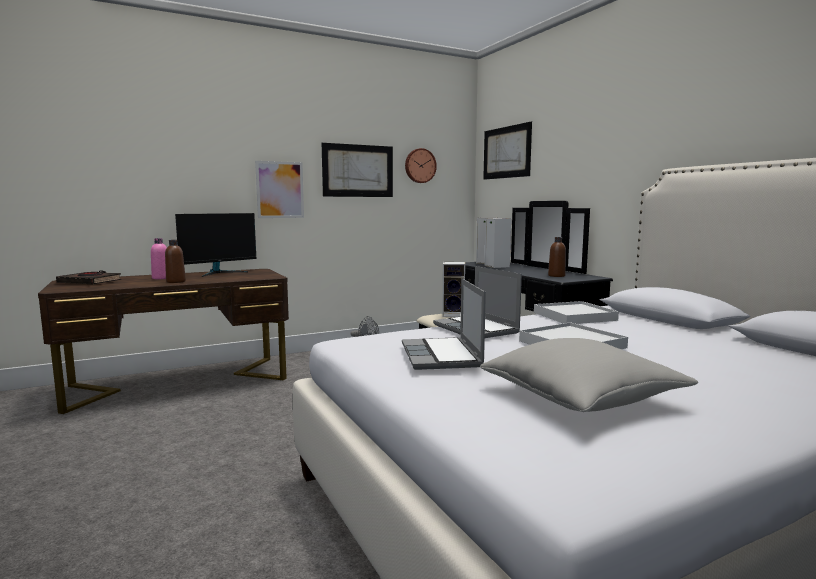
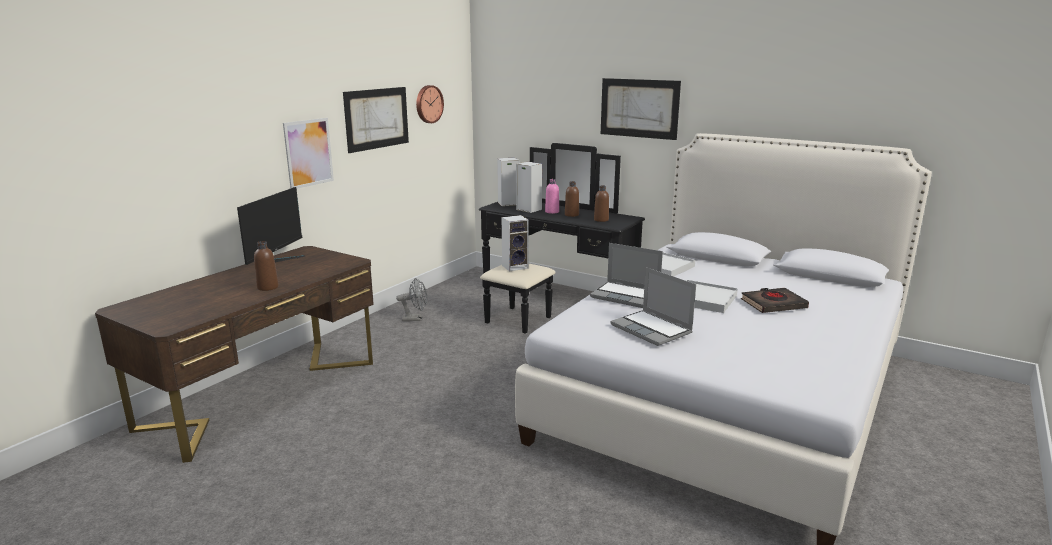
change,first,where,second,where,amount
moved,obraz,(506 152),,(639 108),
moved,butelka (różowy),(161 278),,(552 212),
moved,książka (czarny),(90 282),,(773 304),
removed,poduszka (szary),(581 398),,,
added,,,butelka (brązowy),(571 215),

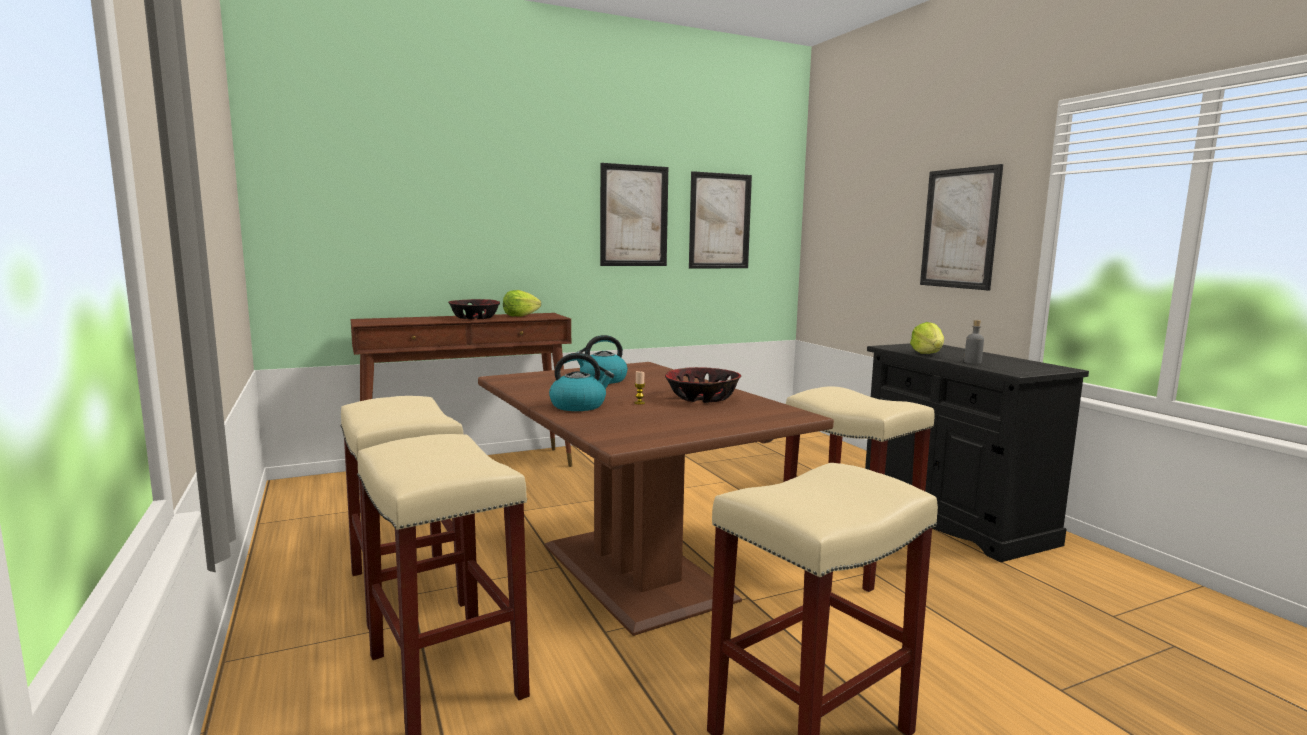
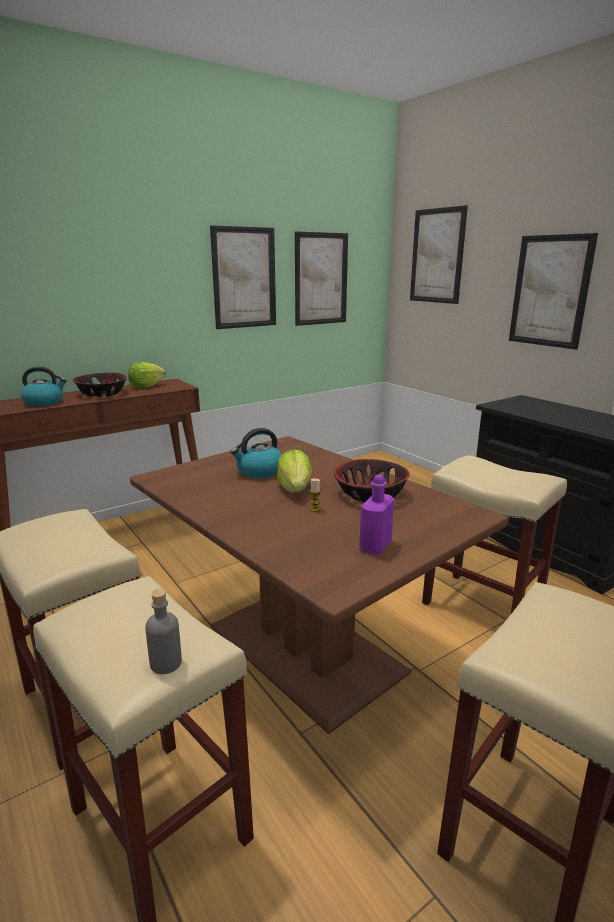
change,first,where,second,where,amount
moved,butelka (szary),(972 362),,(166 663),
moved,sałata,(928 354),,(295 489),
moved,czajnik,(579 406),,(44 402),
added,,,obraz,(437 256),
added,,,butelka (fioletowy),(375 546),

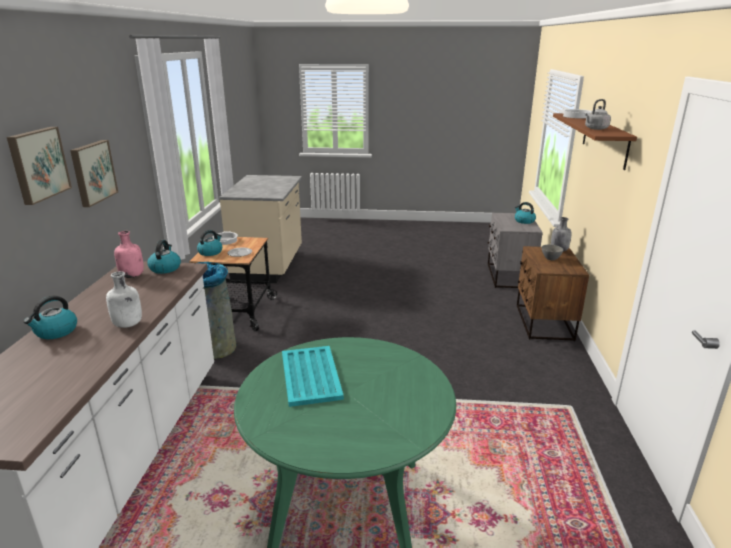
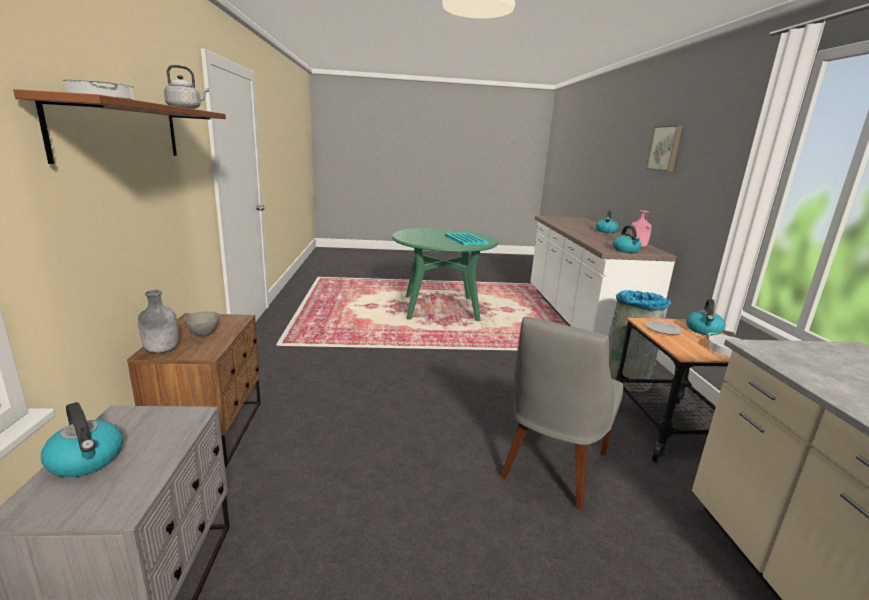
change,first,where,second,where,amount
removed,obraz,(92 172),,,
removed,butelka (biały),(128 325),,,
added,,,krzesło (szary),(552 467),

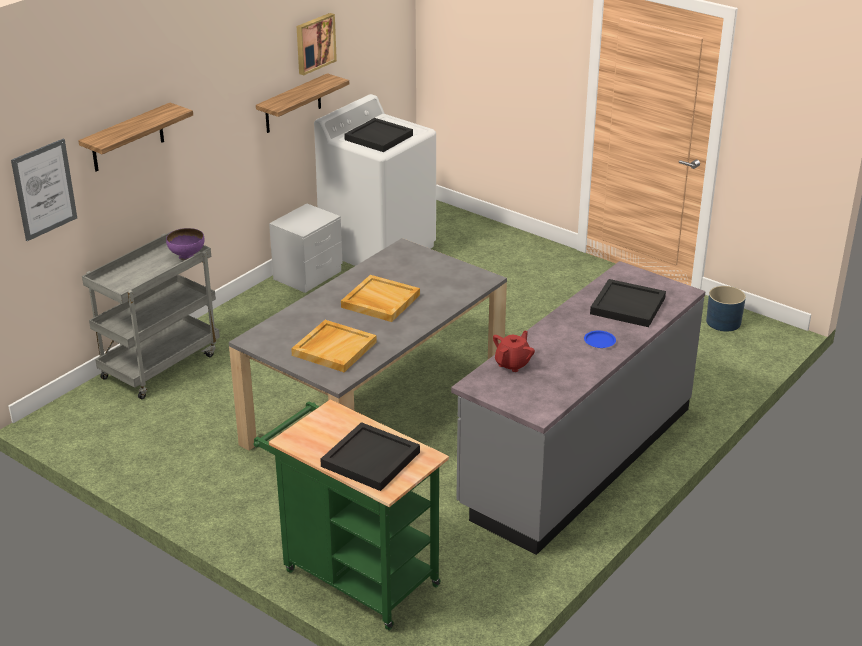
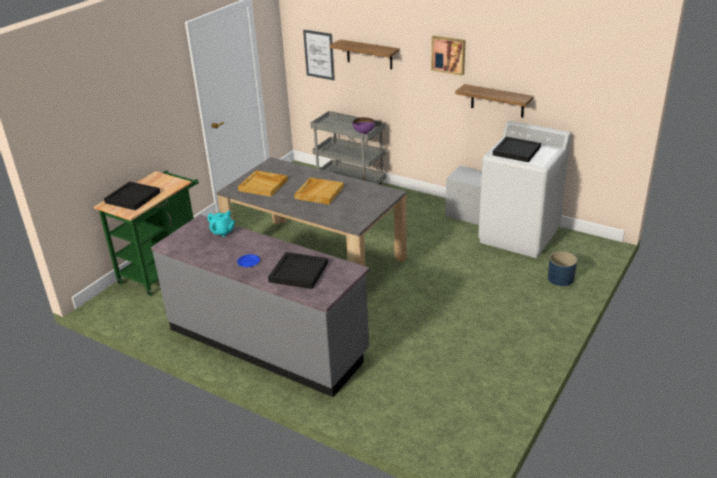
change,first,where,second,where,amount
moved,obraz,(314 43),,(448 54),
moved,donica (niebieski),(723 322),,(560 279),
recoloured,imbryk (czerwony),(513 364),imbryk (turkusowy),(222 232),

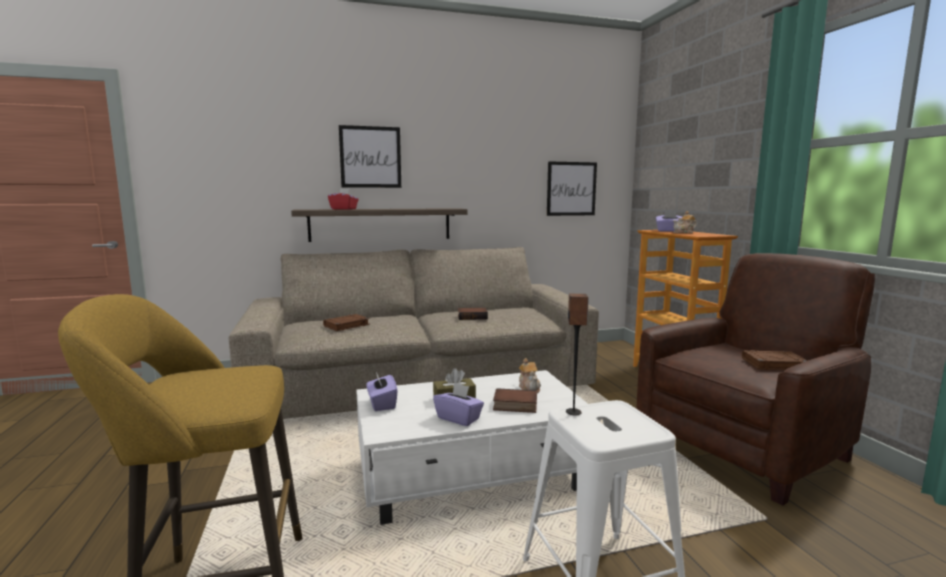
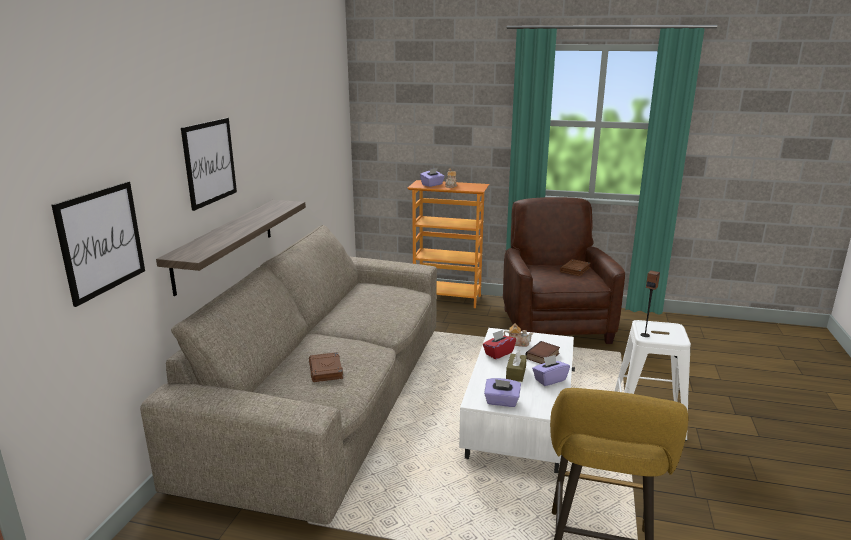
change,first,where,second,where,amount
moved,obraz,(571 189),,(101 241),
moved,pudełko chusteczek (czerwony),(344 209),,(498 353),
removed,książka,(472 317),,,

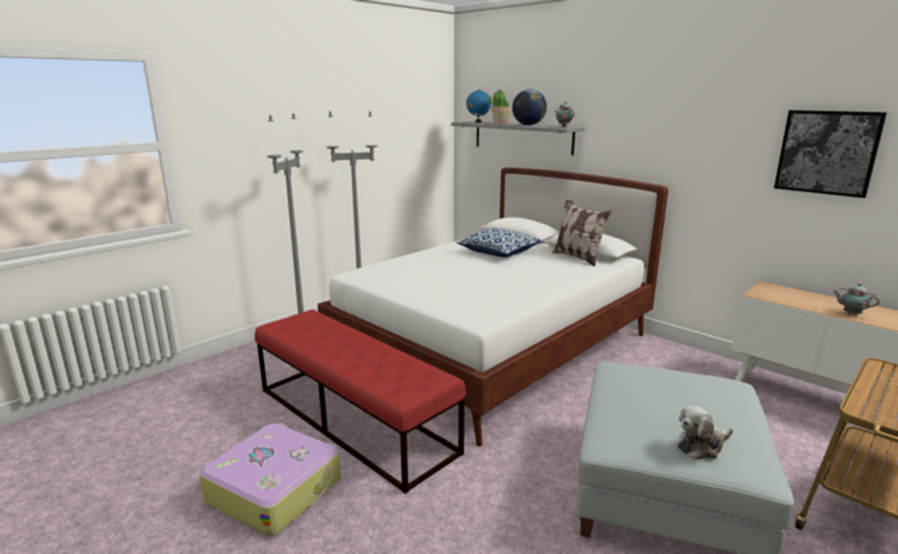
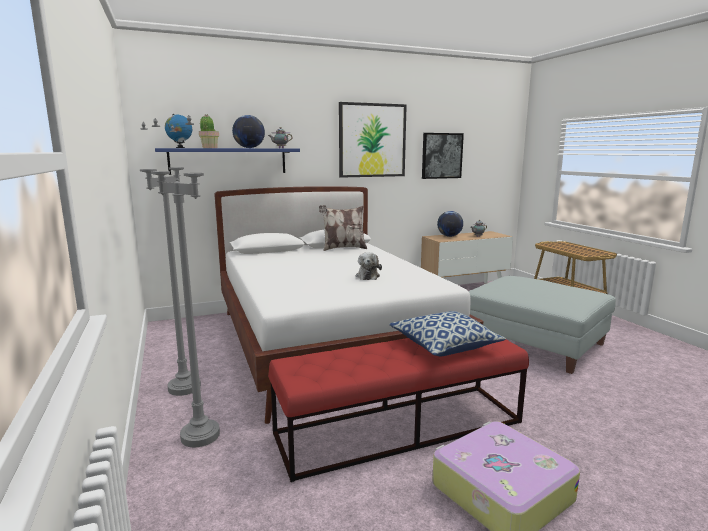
change,first,where,second,where,amount
recoloured,półka (szary),(522 137),półka (niebieski),(228 161),
moved,poduszka,(499 253),,(444 345),
moved,pluszak,(701 446),,(368 276),
added,,,obraz,(372 140),
added,,,globus,(449 236),

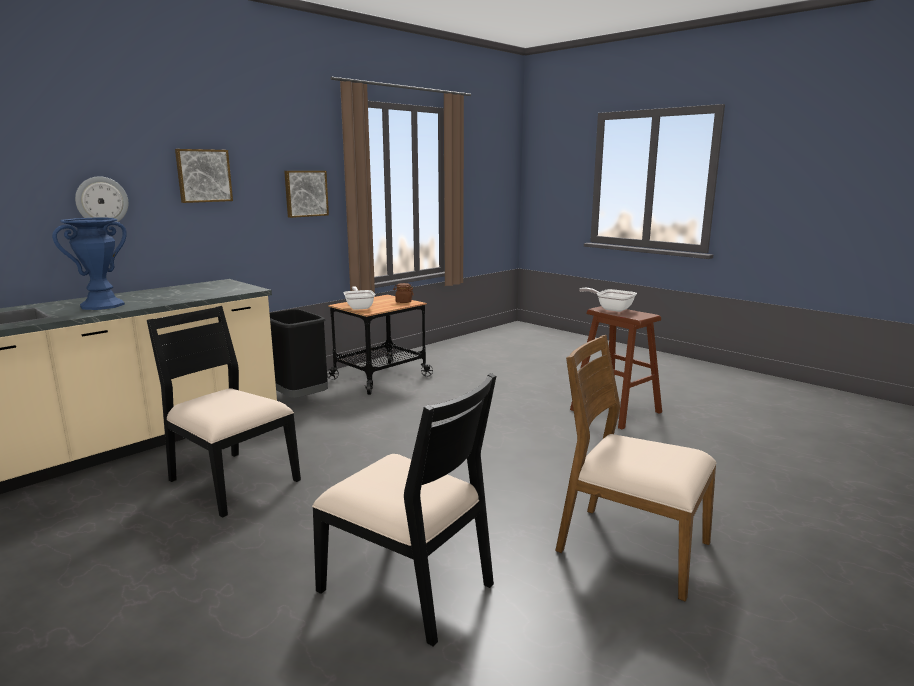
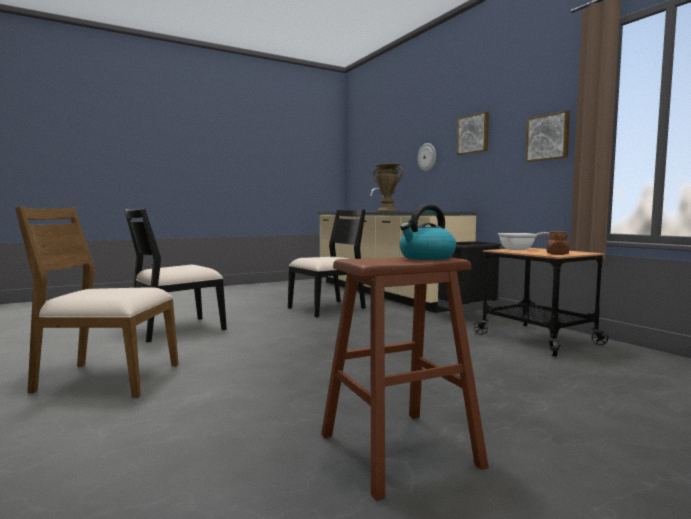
change,first,where,second,where,amount
recoloured,wazon (niebieski),(102 305),wazon (brązowy),(387 211),
replaced,patelnia,(611 309),czajnik,(426 258),
turned,krzesło (brązowy),(631 547),,(106 378),135 degrees counterclockwise

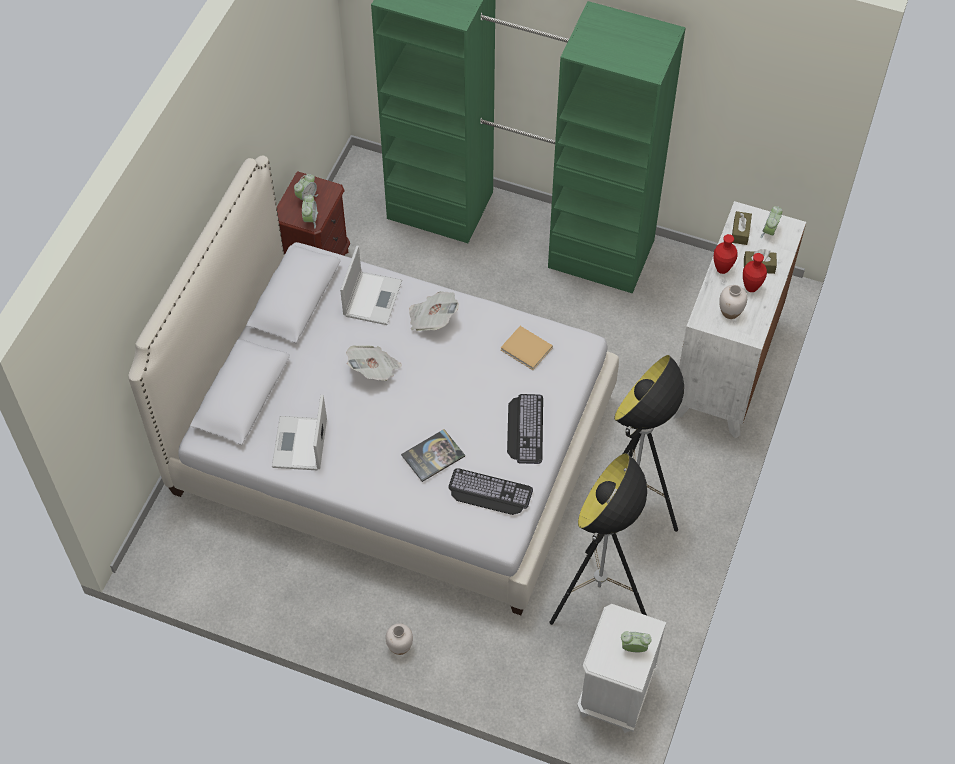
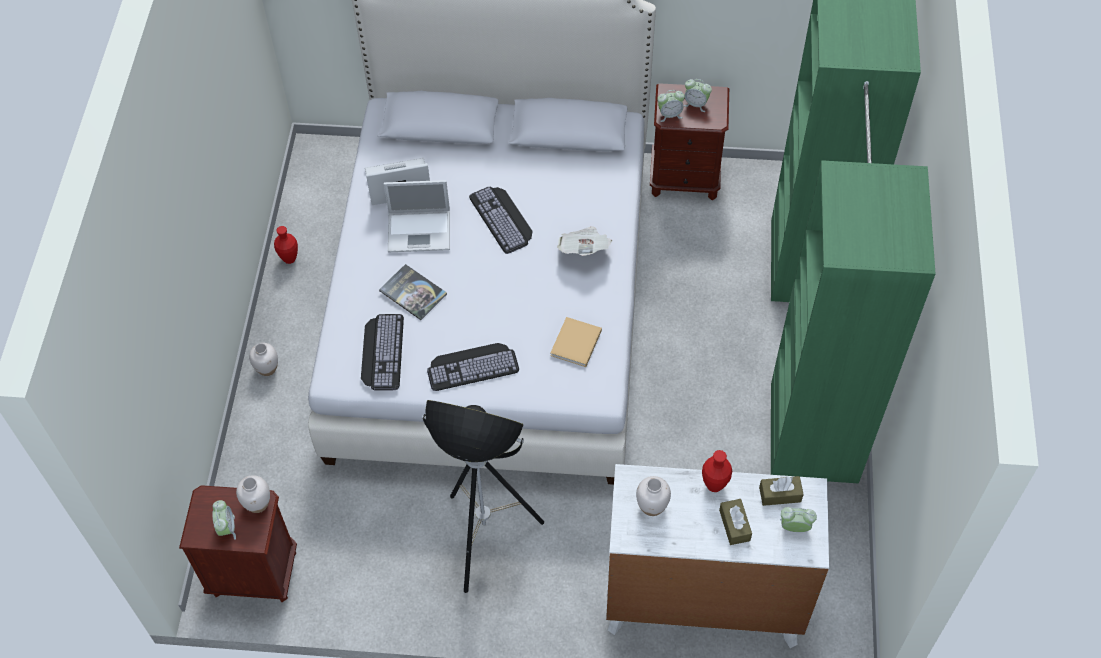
change,first,where,second,where,amount
moved,laptop,(372 297),,(420 231),
moved,wazon (czerwony),(751 287),,(289 259),
replaced,gazeta,(374 370),klawiatura,(503 218),
removed,lampa stojąca,(597 600),,,
recoloured,szafka nocna (biały),(615 694),szafka nocna (brązowy),(254 573),
added,,,wazon (biały),(258 504),

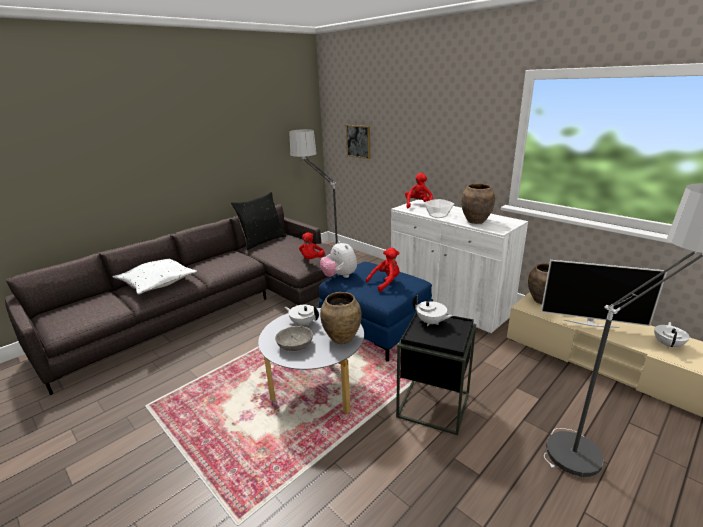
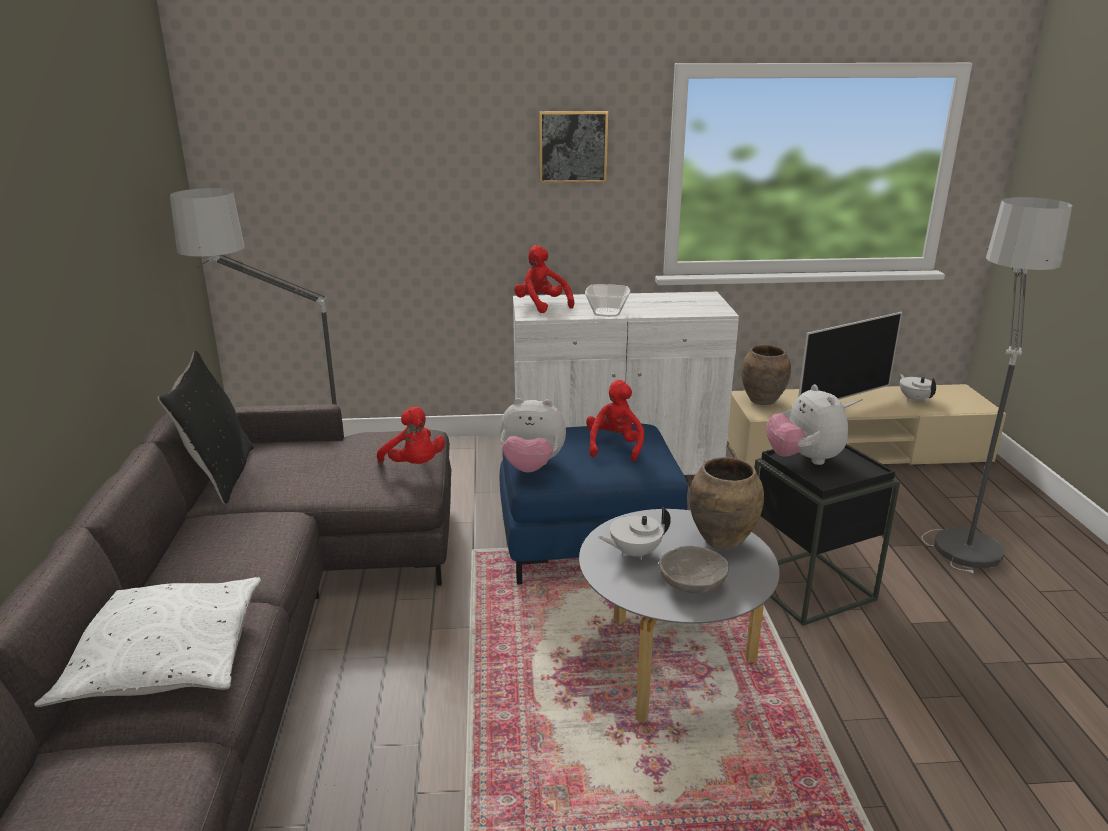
change,first,where,second,where,amount
moved,obraz,(358 141),,(573 147),
removed,wazon (brązowy),(476 221),,,
replaced,imbryk (biały),(431 322),pluszak,(803 459),

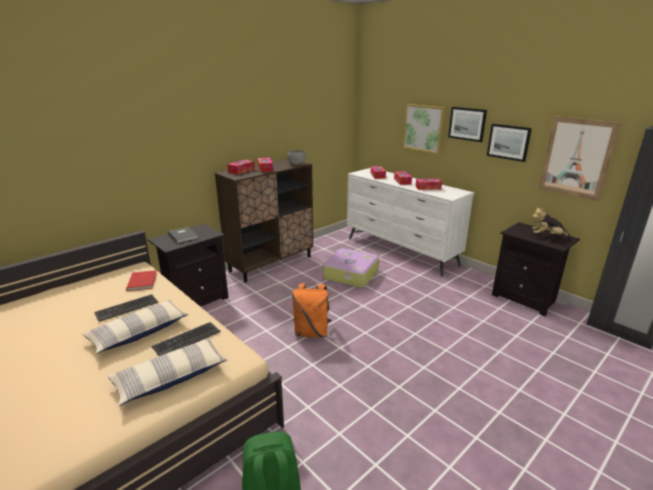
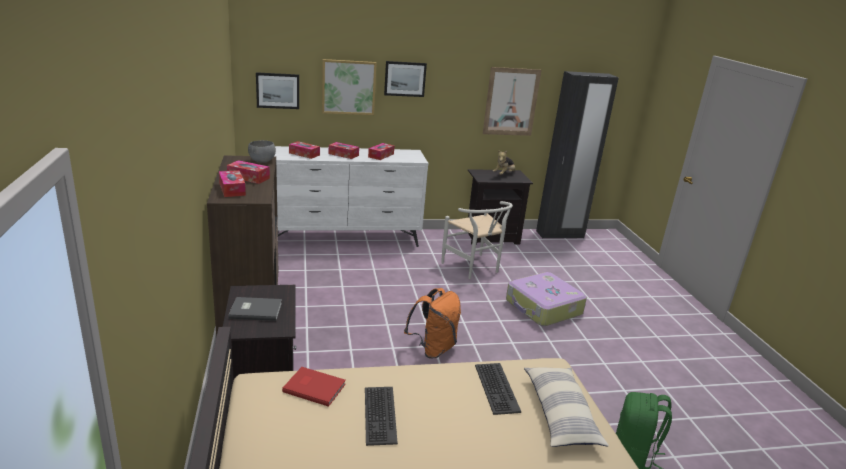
change,first,where,second,where,amount
moved,obraz,(508 142),,(278 90),
moved,walizka,(350 274),,(543 308),
removed,poduszka,(138 332),,,
added,,,krzesło (biały),(474 268),

